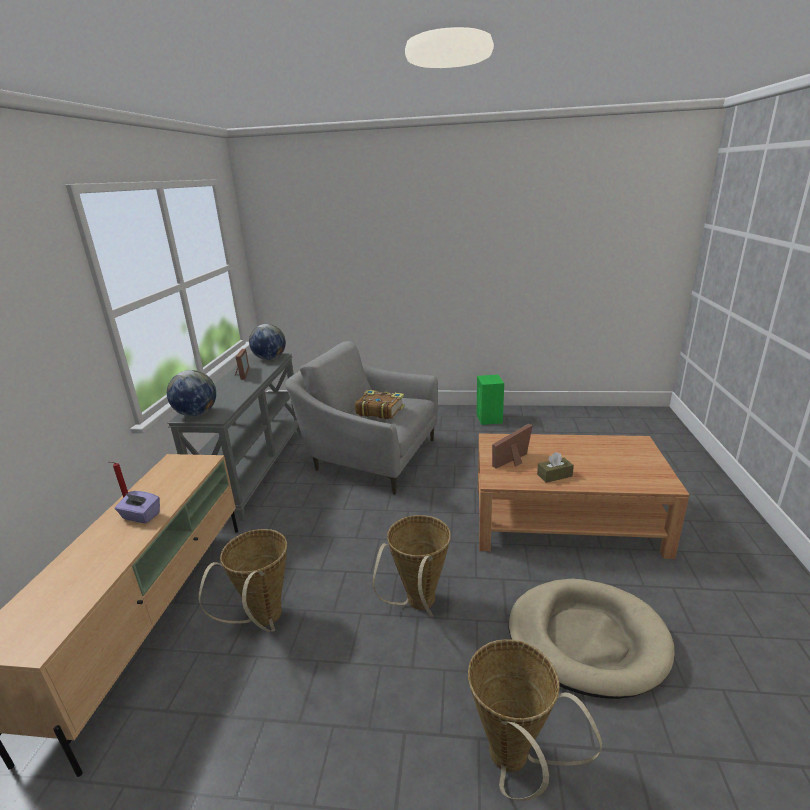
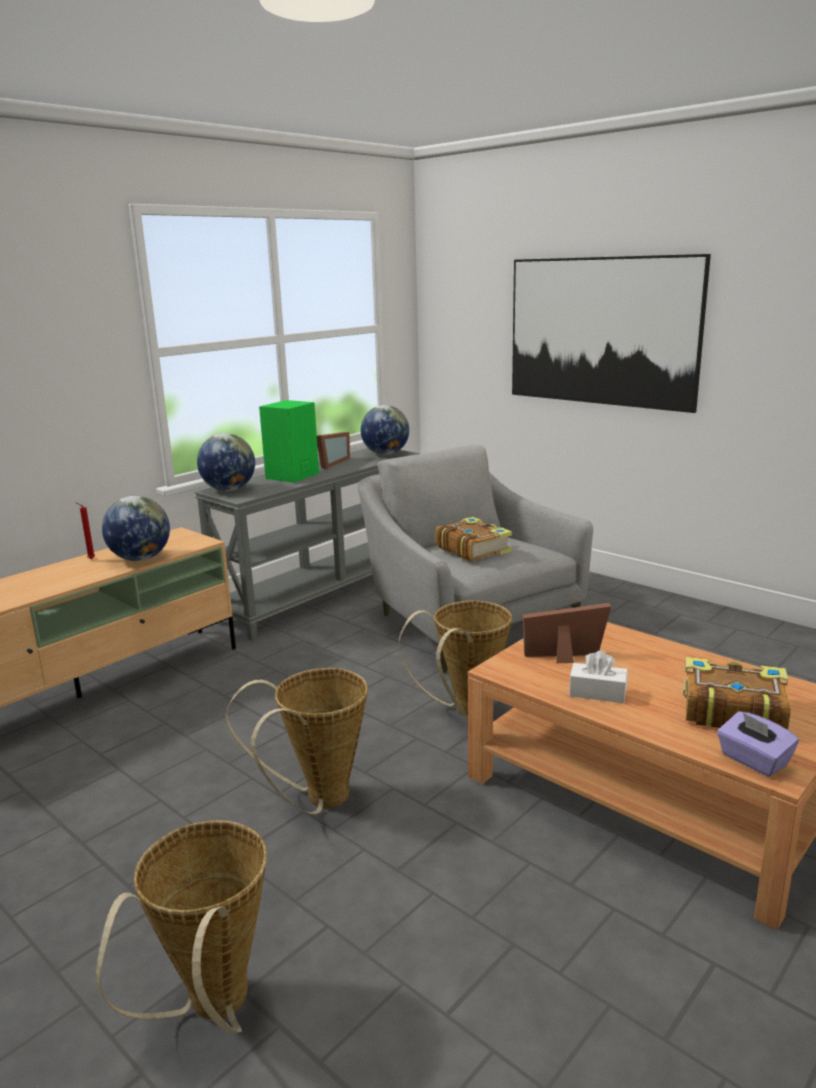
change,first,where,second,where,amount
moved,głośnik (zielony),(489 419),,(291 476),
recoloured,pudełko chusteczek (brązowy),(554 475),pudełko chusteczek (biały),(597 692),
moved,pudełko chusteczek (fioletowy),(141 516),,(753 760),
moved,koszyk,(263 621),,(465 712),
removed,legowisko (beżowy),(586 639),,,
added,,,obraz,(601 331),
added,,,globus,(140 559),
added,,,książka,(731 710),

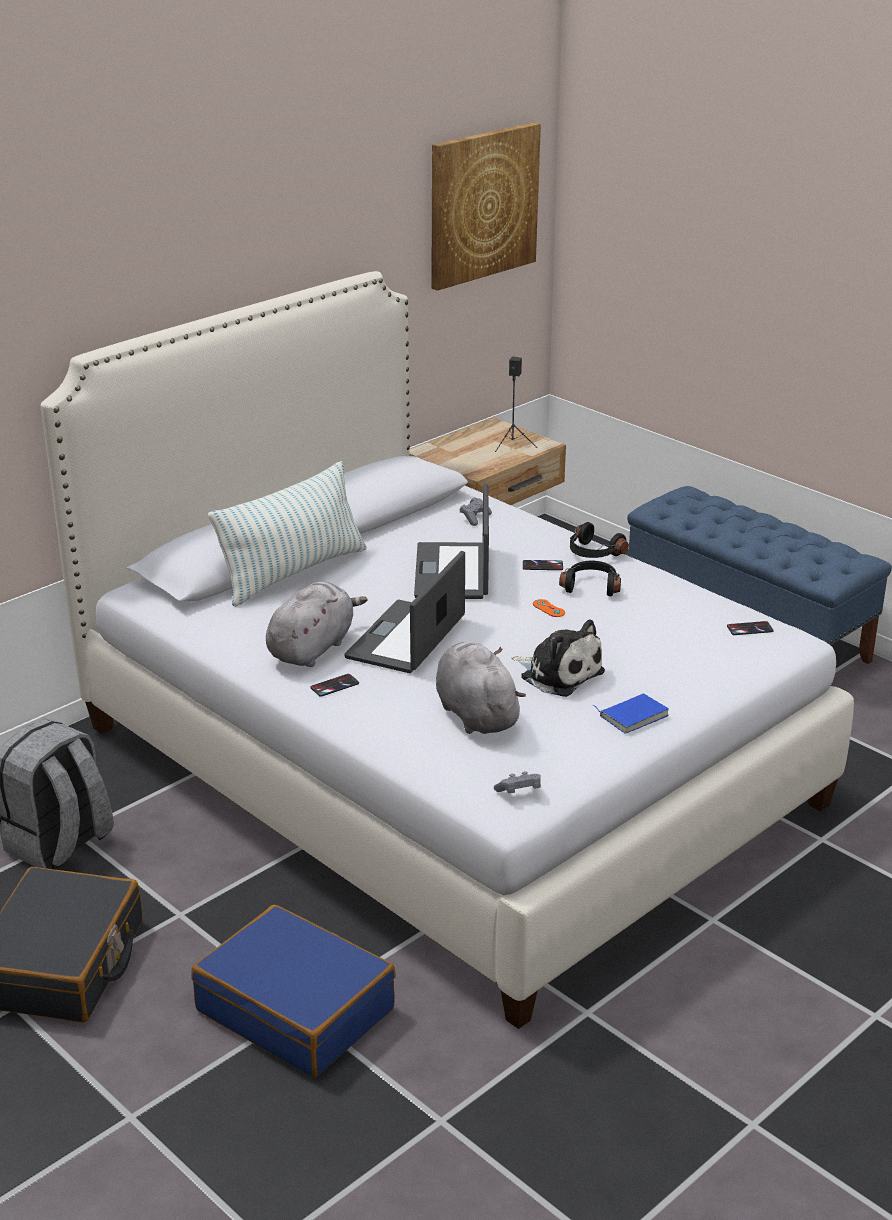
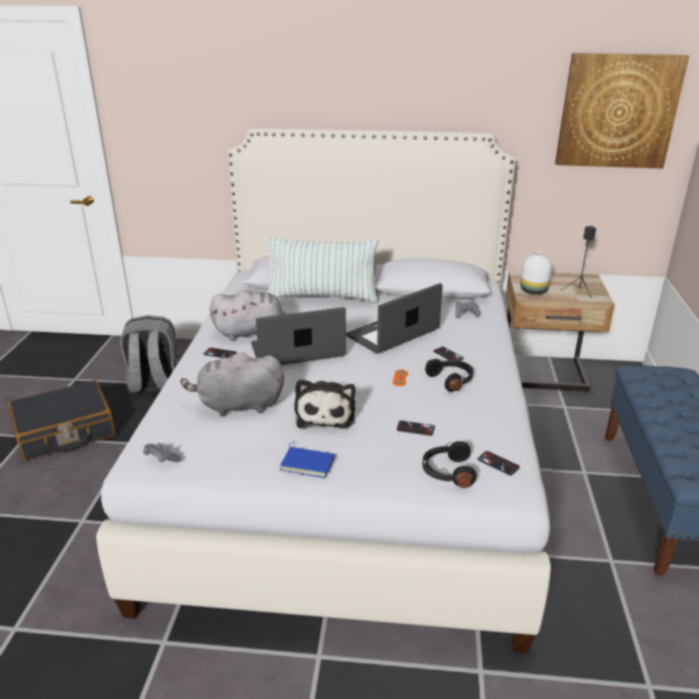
change,first,where,second,where,amount
moved,słuchawki (czarny),(593 553),,(447 472),
turned,pluszak (szary),(475 713),,(237 405),120 degrees counterclockwise
removed,walizka (niebieski),(296 1009),,,
added,,,wazon (biały),(532 291),
added,,,telefon,(415 428),

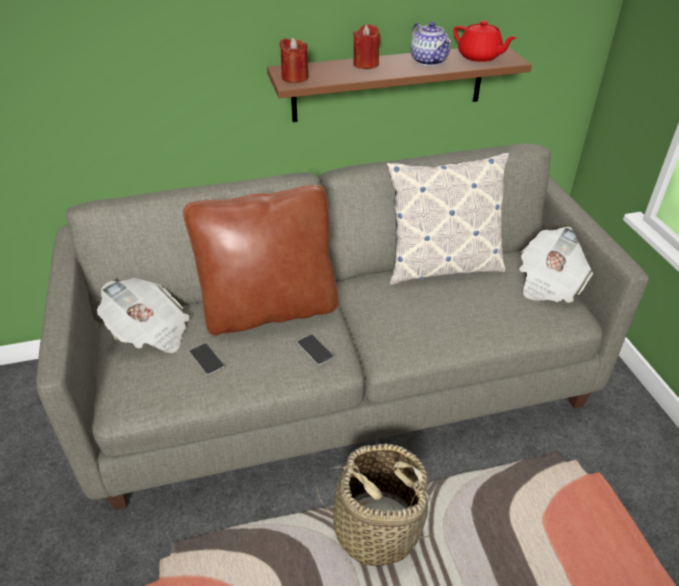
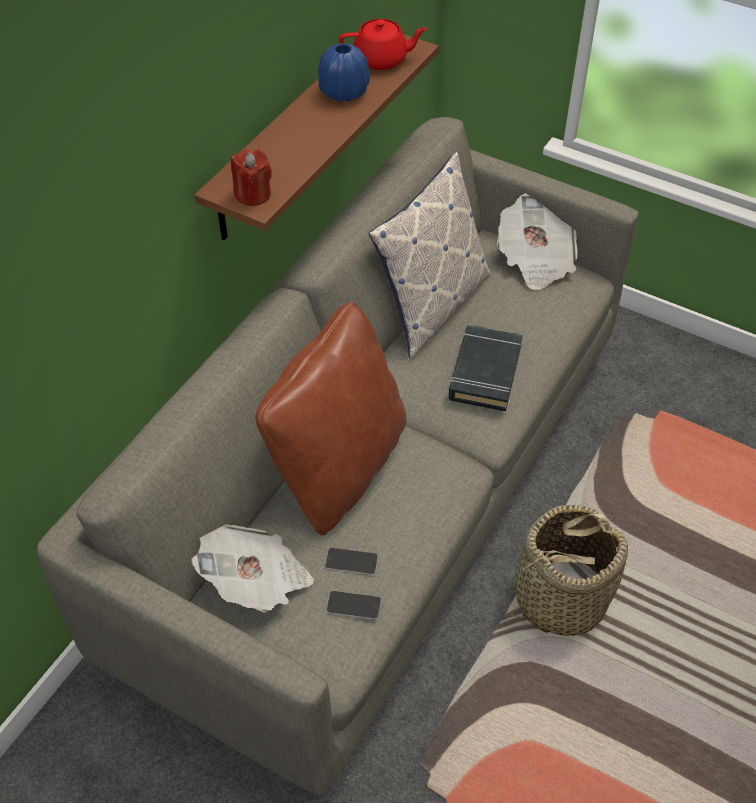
change,first,where,second,where,amount
replaced,imbryk,(429 61),wazon (niebieski),(344 92),
removed,świeca (czerwony),(366 64),,,
moved,telefon,(315 349),,(353 605),
added,,,książka (czarny),(484 372),

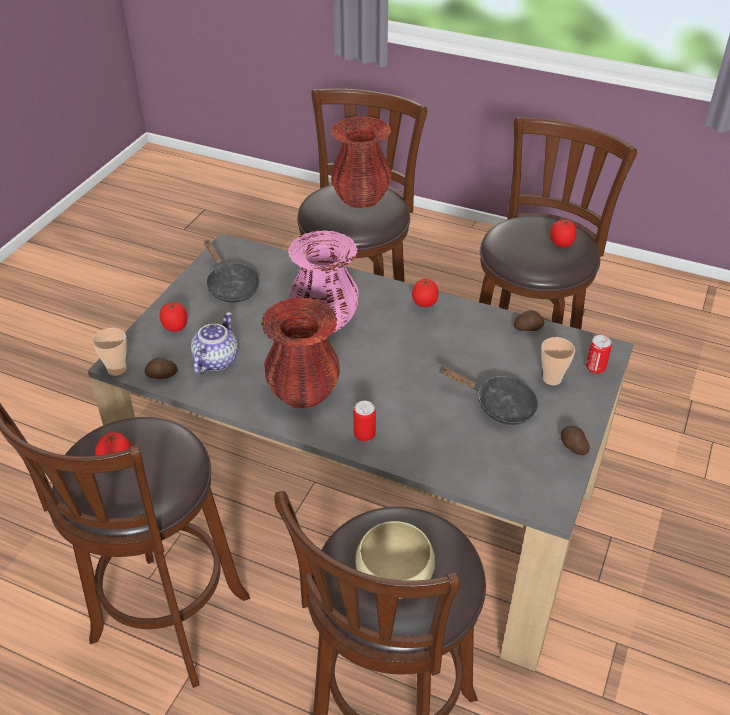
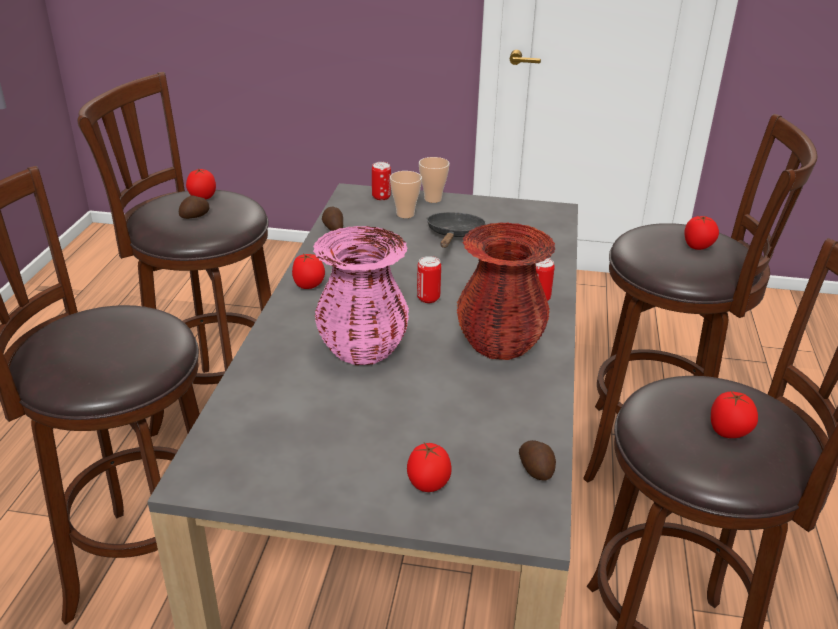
change,first,where,second,where,amount
removed,wazon (czerwony),(361 198),,,
removed,patelnia (czarny),(231 286),,,
removed,imbryk,(215 360),,,
moved,filiżanka,(117 369),,(433 199),
moved,ziemniak,(572 446),,(195 216),
replaced,miska (beżowy),(394 573),pomidor,(698 247),
added,,,puszka,(428 298),

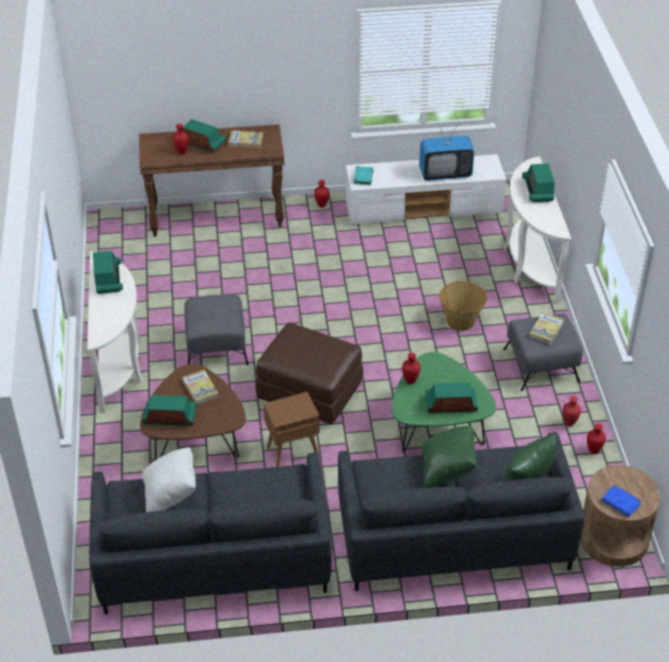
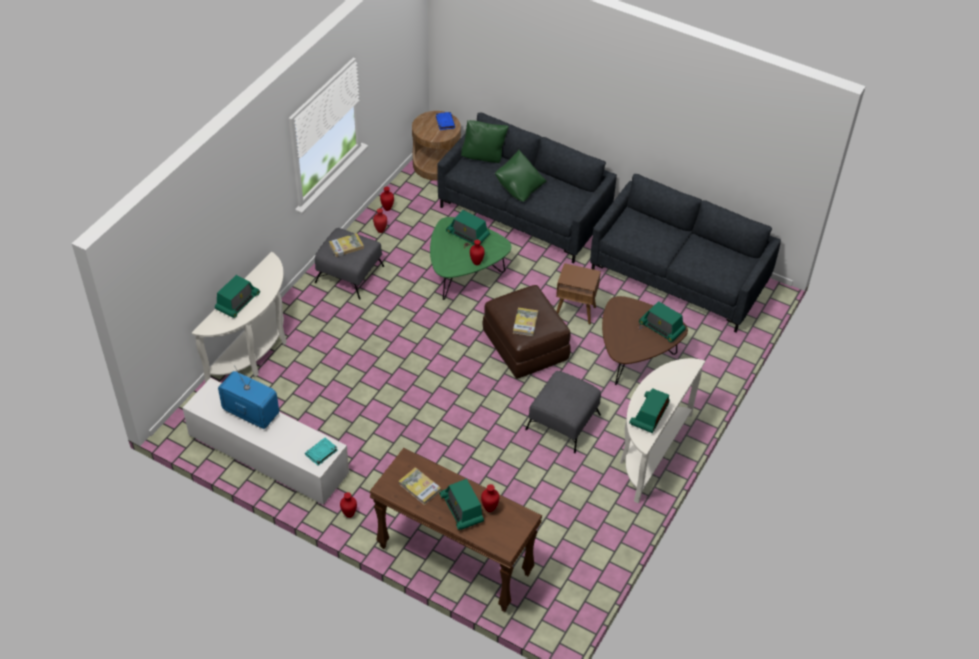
change,first,where,second,where,amount
removed,koszyk,(461 321),,,
moved,książka,(200 388),,(525 323),
removed,poduszka (biały),(171 494),,,

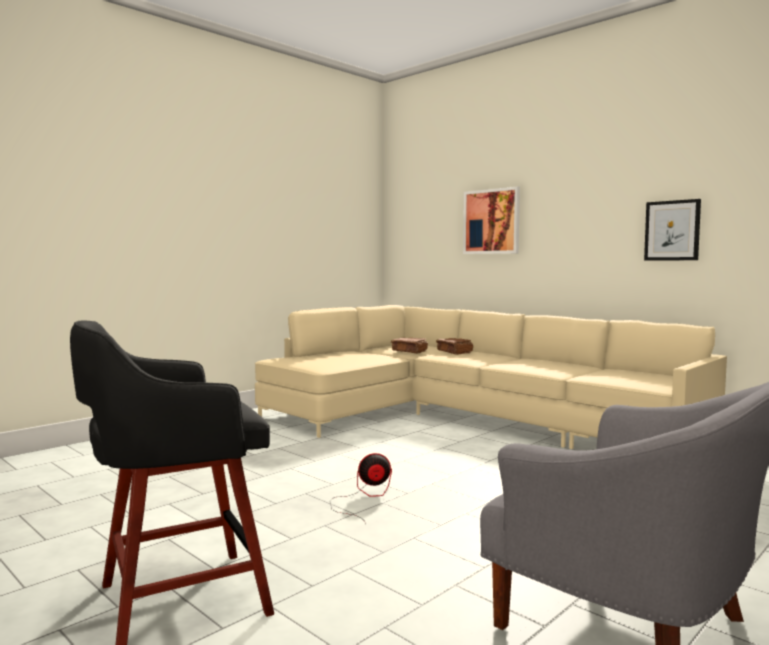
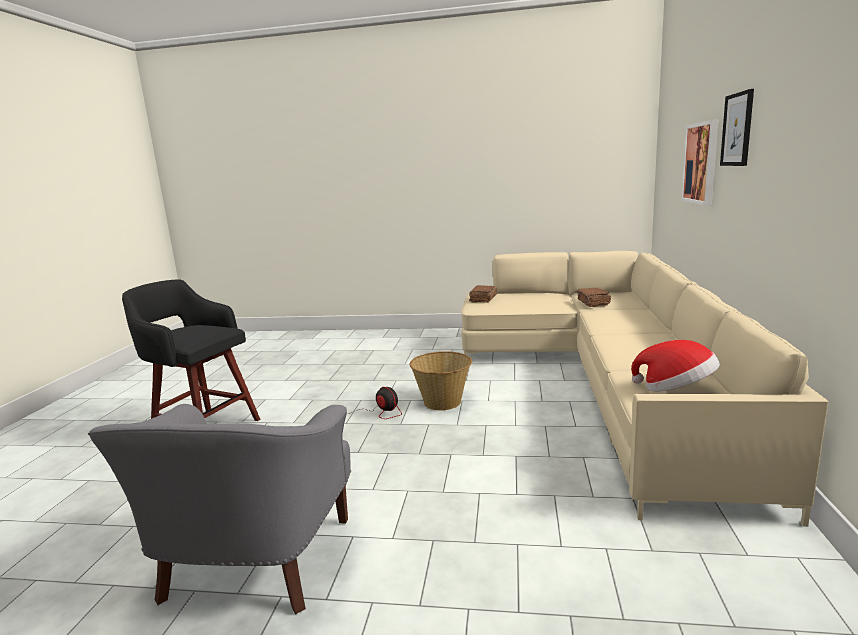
change,first,where,second,where,amount
moved,obraz,(672 230),,(737 129),
moved,książka (brązowy),(454 352),,(483 299),
added,,,kapelusz,(675 390),
added,,,koszyk,(443 402),

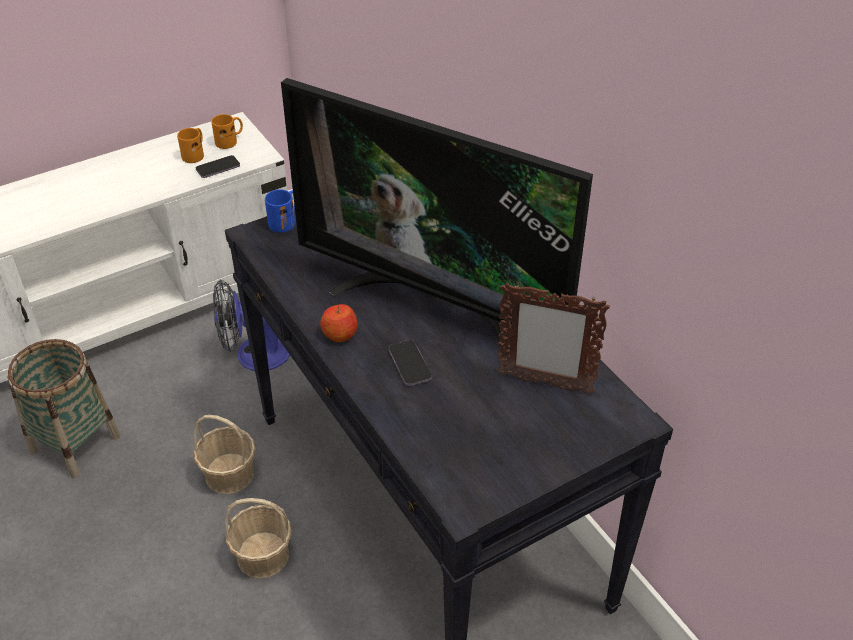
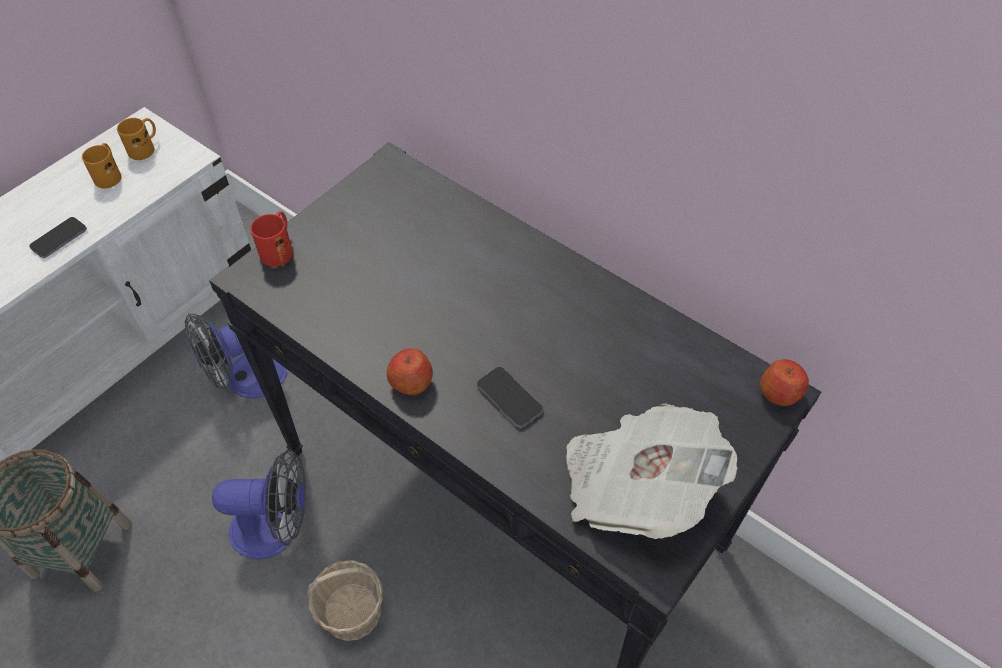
change,first,where,second,where,amount
removed,telewizor,(434 305),,,
moved,telefon,(218 168),,(59 239),
recoloured,kubek (niebieski),(285 221),kubek (czerwony),(279 248),
removed,ramka na zdjęcie,(544 383),,,
replaced,koszyk,(229 474),wentylator,(276 528),
added,,,jabłko,(779 393),
added,,,gazeta,(636 486),

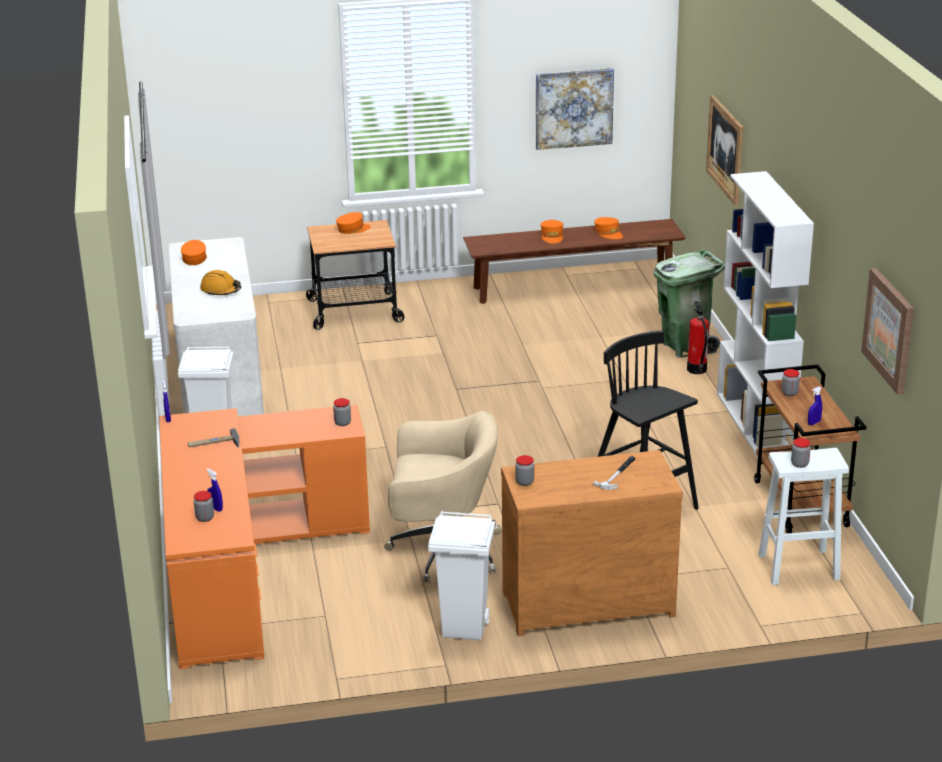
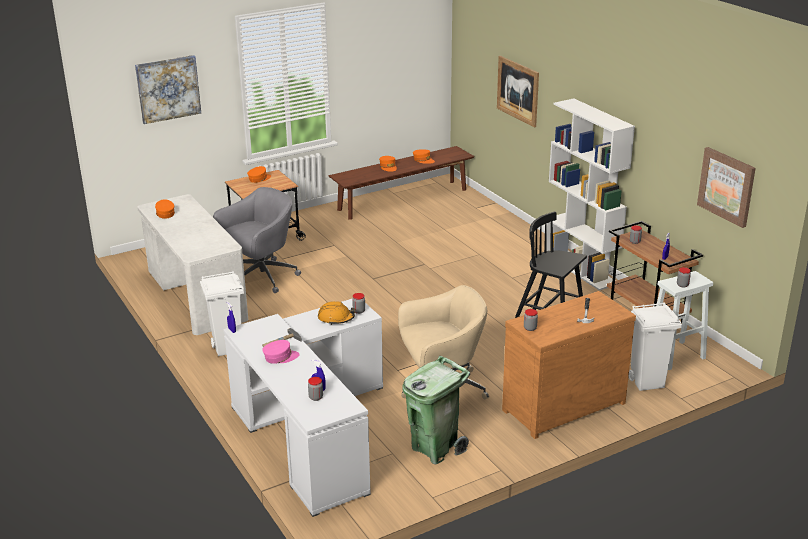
change,first,where,second,where,amount
moved,obraz,(574 108),,(168 89),
moved,kosz na śmieci (zielony),(685 346),,(435 448),
moved,kask (pomarańczowy),(221 290),,(336 318),
removed,gaśnica,(696 369),,,
recoloured,biurko (pomarańczowy),(244 565),biurko (biały),(308 429),
moved,kosz na śmieci (biały),(465 628),,(647 382),
added,,,krzesło biurowe (szary),(260 278),
added,,,czapka z daszkiem (różowy),(280 357),

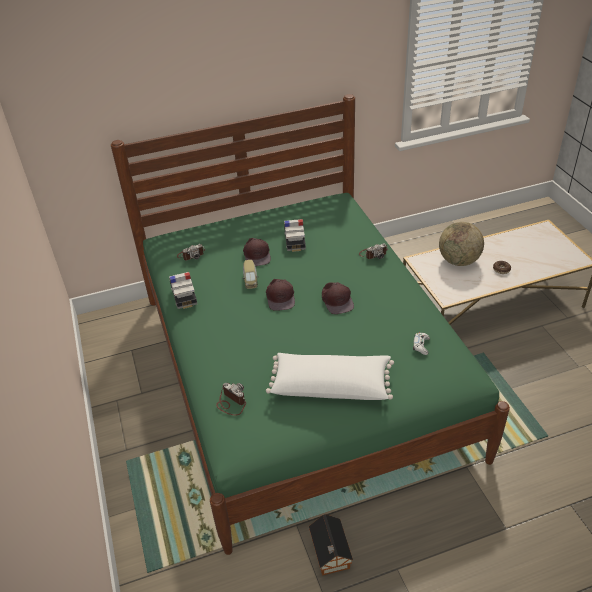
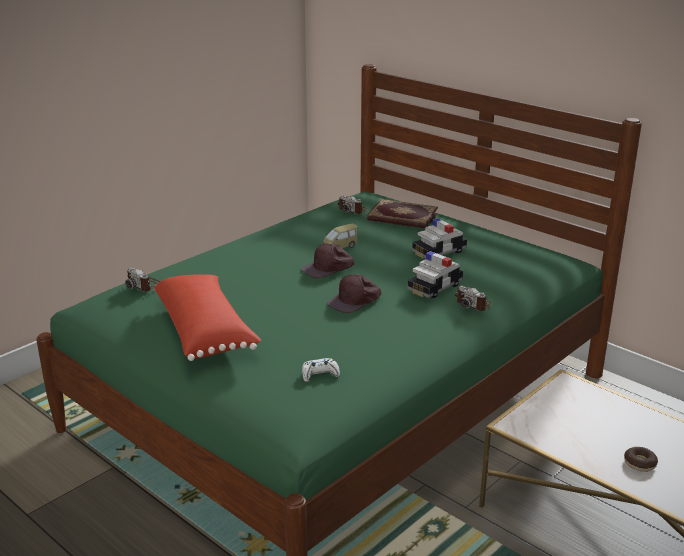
change,first,where,second,where,amount
removed,globus,(458 261),,,
removed,czapka z daszkiem (brązowy),(257 254),,,
moved,samochodzik,(184 296),,(435 287),
recoloured,poduszka (biały),(331 385),poduszka (czerwony),(205 331),
turned,aparat fotograficzny,(231 402),,(144 285),120 degrees clockwise
removed,domek,(330 554),,,
added,,,książka,(402 217),

